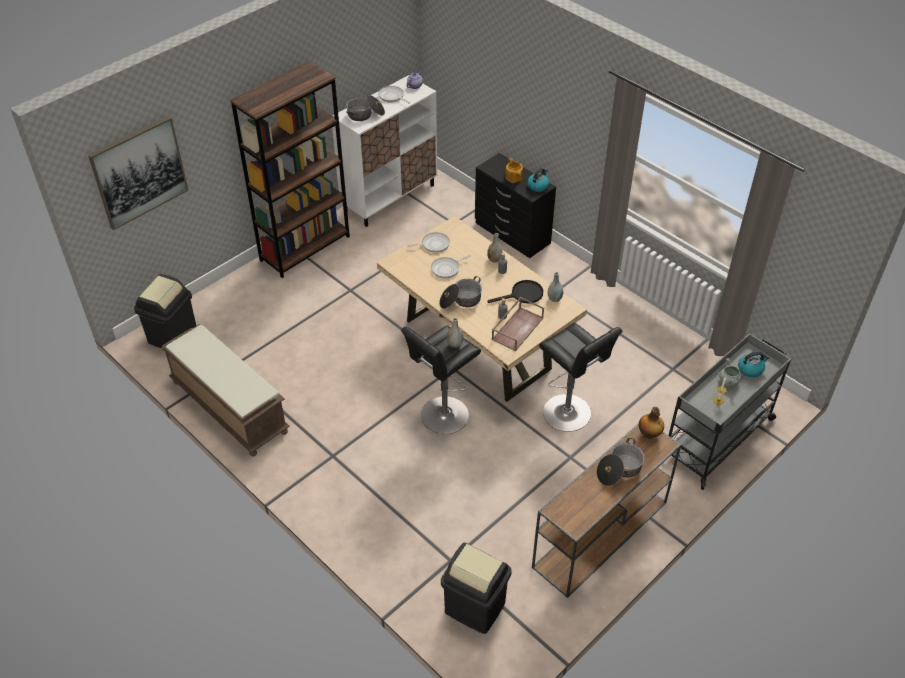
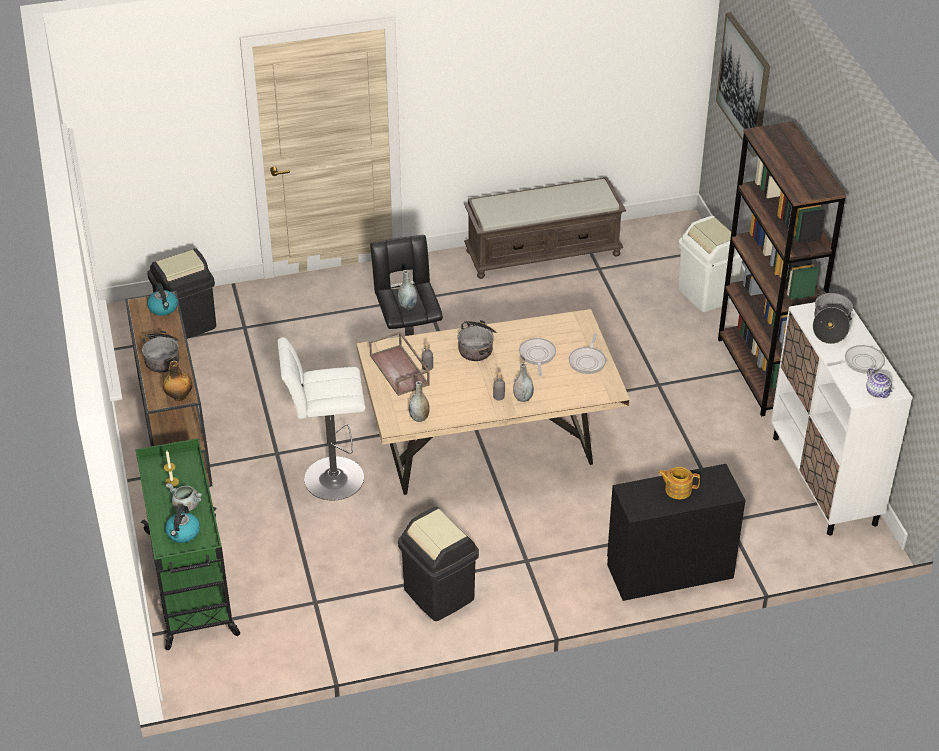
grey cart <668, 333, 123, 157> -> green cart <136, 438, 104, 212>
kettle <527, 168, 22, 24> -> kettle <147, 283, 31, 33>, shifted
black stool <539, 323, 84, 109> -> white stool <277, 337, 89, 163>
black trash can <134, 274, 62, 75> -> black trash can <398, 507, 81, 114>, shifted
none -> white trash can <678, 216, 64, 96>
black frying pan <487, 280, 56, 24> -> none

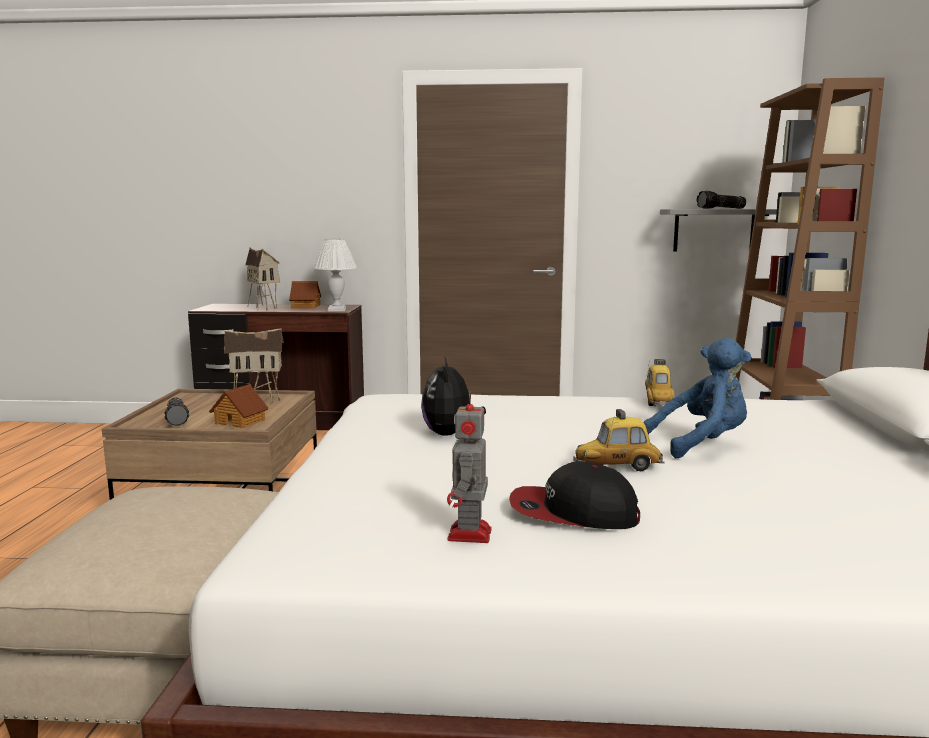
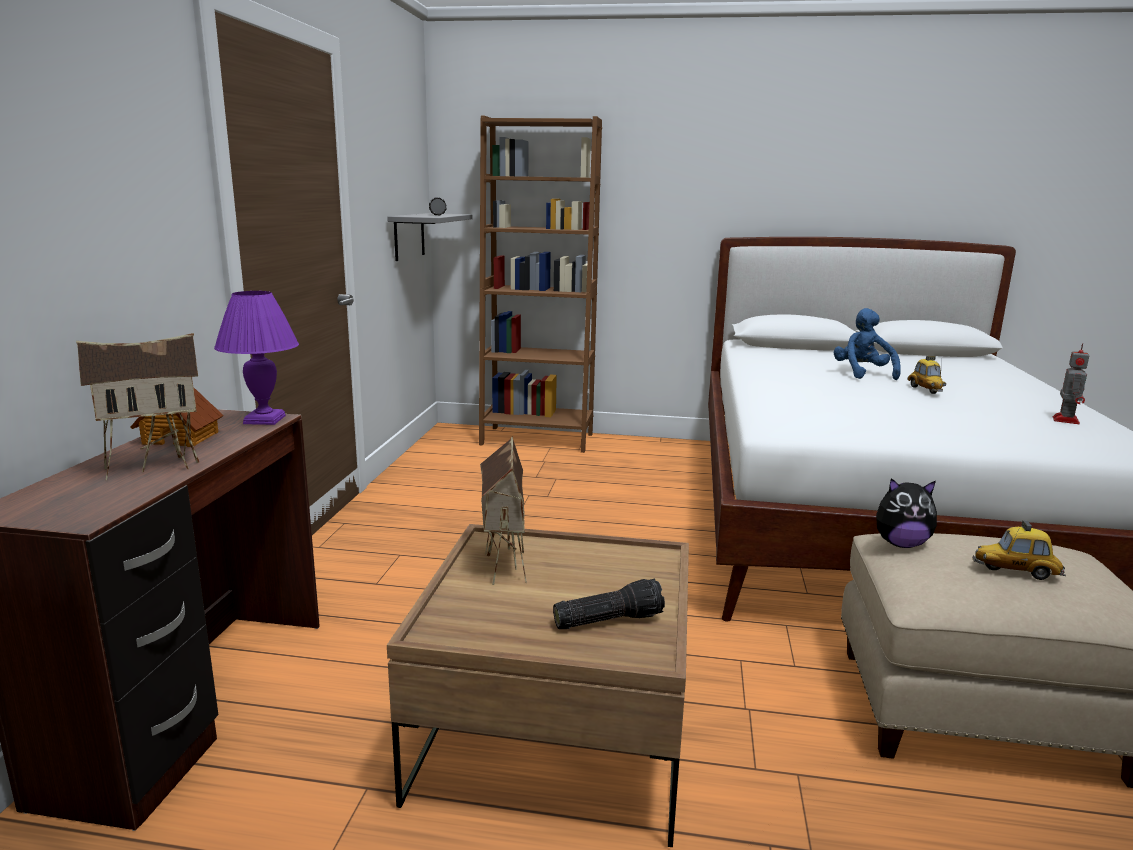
white table lamp <314, 239, 43, 72> -> purple table lamp <214, 291, 85, 134>
plush toy <421, 358, 65, 78> -> plush toy <876, 478, 61, 70>, shifted
toy car <645, 359, 29, 47> -> toy car <972, 520, 94, 60>, shifted
toy robot <447, 391, 45, 152> -> toy robot <1053, 343, 36, 81>, 75 degrees counterclockwise
toy house <209, 384, 60, 44> -> none
cap <509, 461, 131, 68> -> none

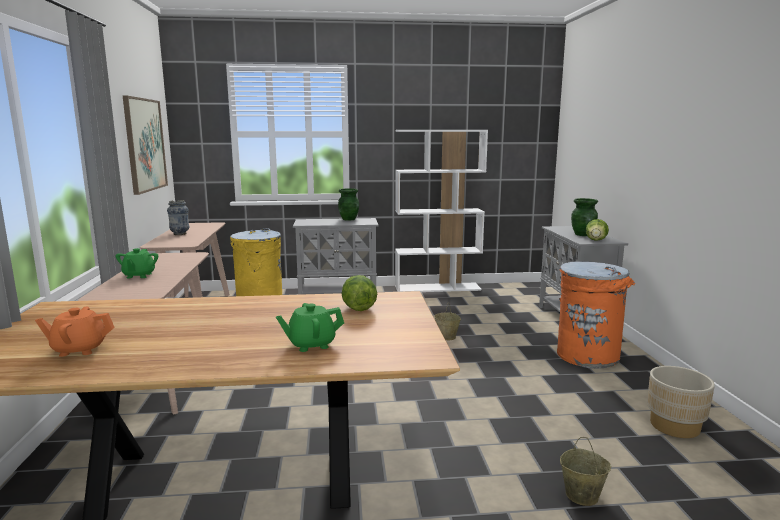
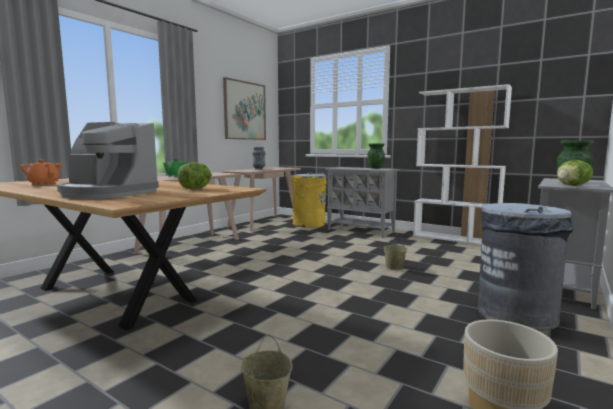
green teapot <276, 303, 68, 49> -> coffee machine <57, 122, 102, 77>
orange trash can <557, 261, 78, 108> -> grey trash can <477, 203, 96, 128>

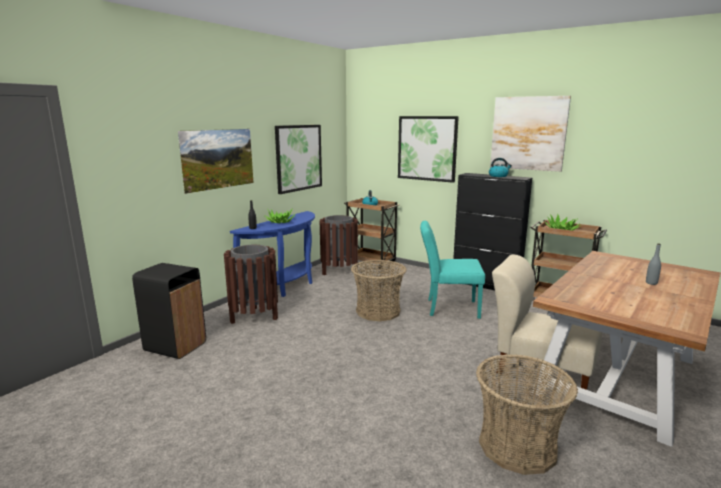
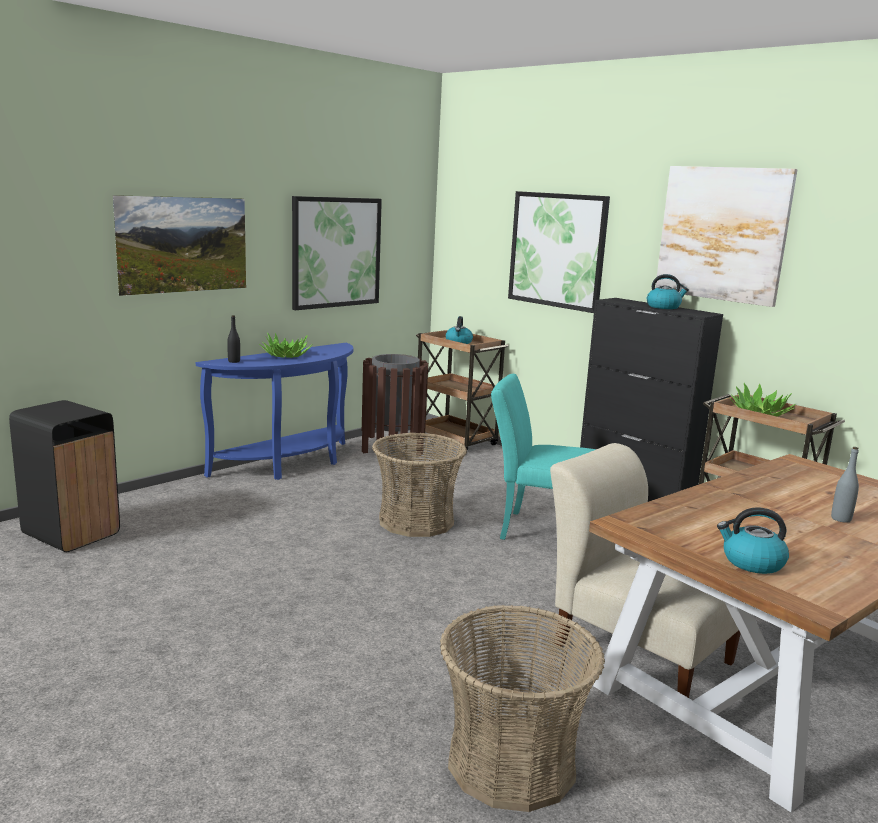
none -> kettle <717, 507, 72, 67>
brown trash can <224, 245, 54, 79> -> none

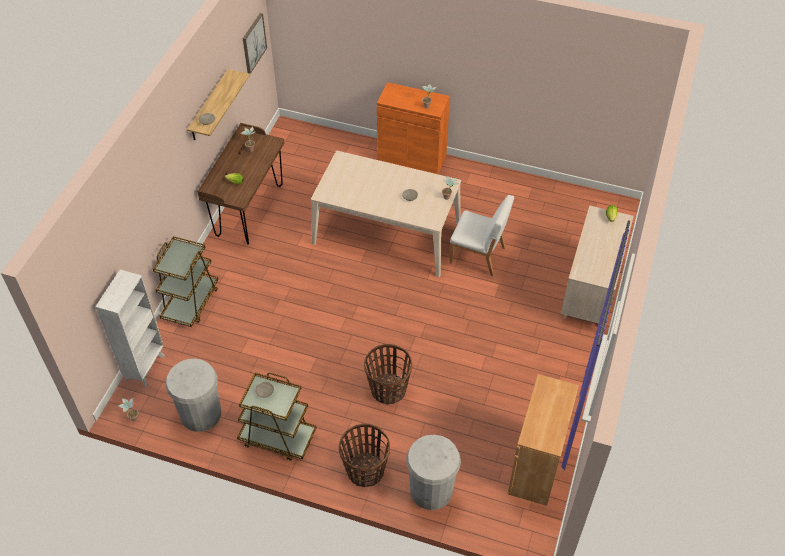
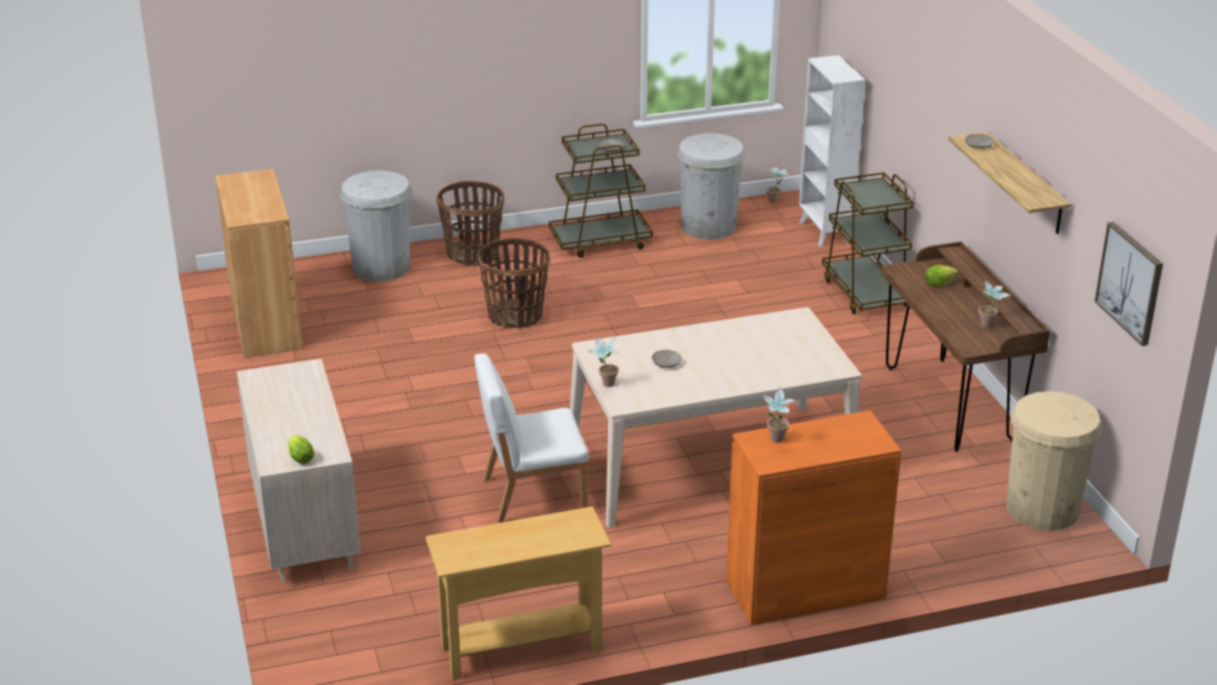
none -> beige console table <425, 506, 186, 174>
none -> beige trash can <1006, 391, 96, 140>

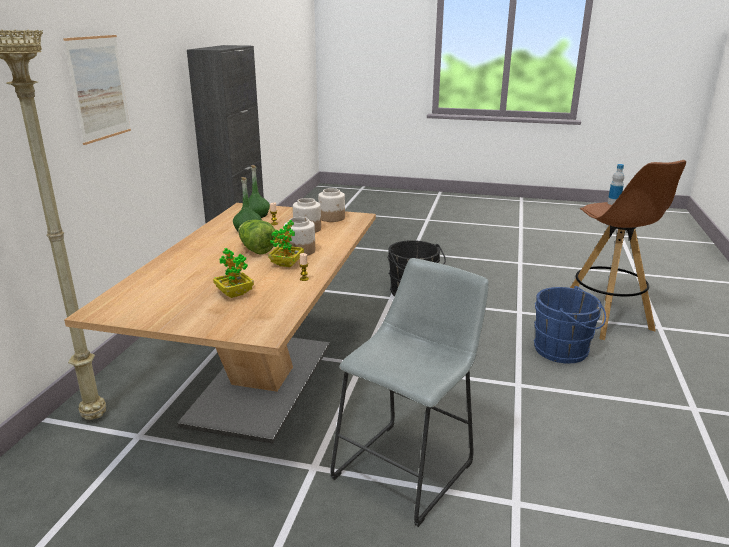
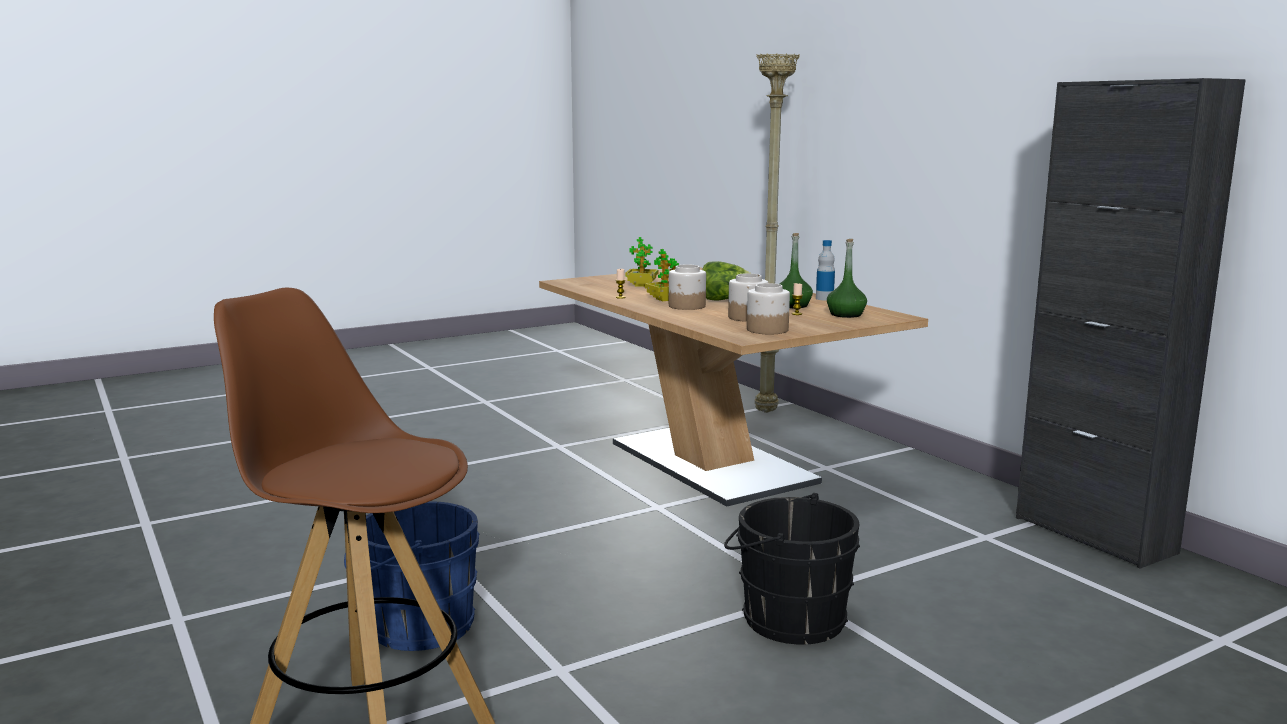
bottle <608, 164, 16, 41> -> bottle <816, 240, 19, 61>, shifted
picture <63, 35, 68, 110> -> none
grey stool <330, 258, 159, 269> -> none

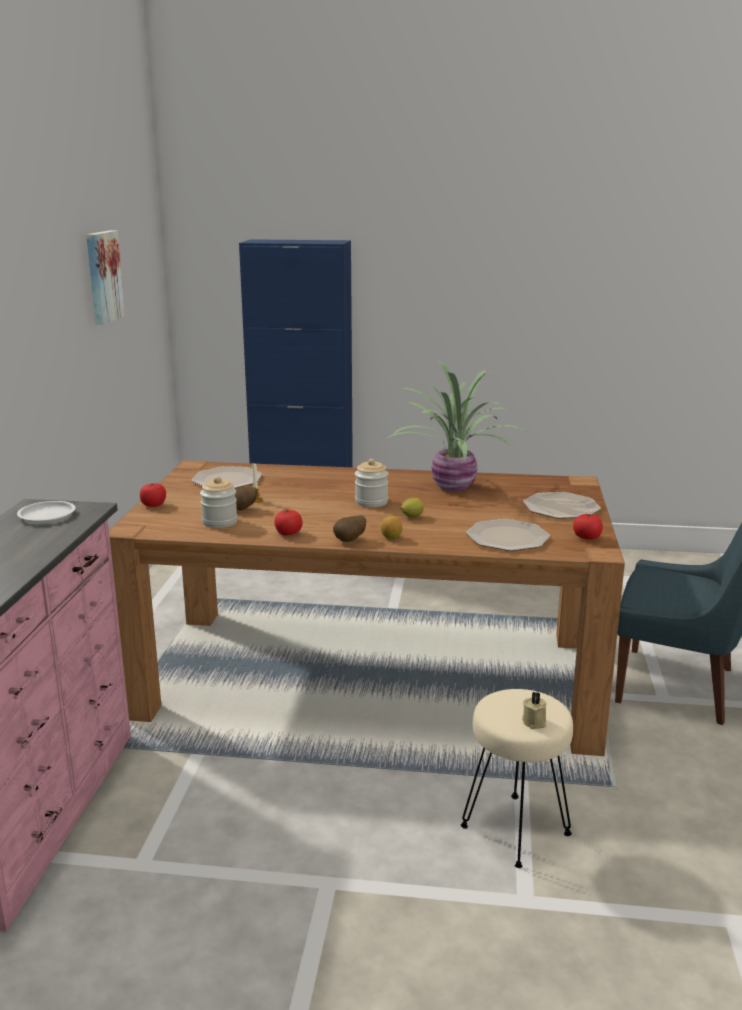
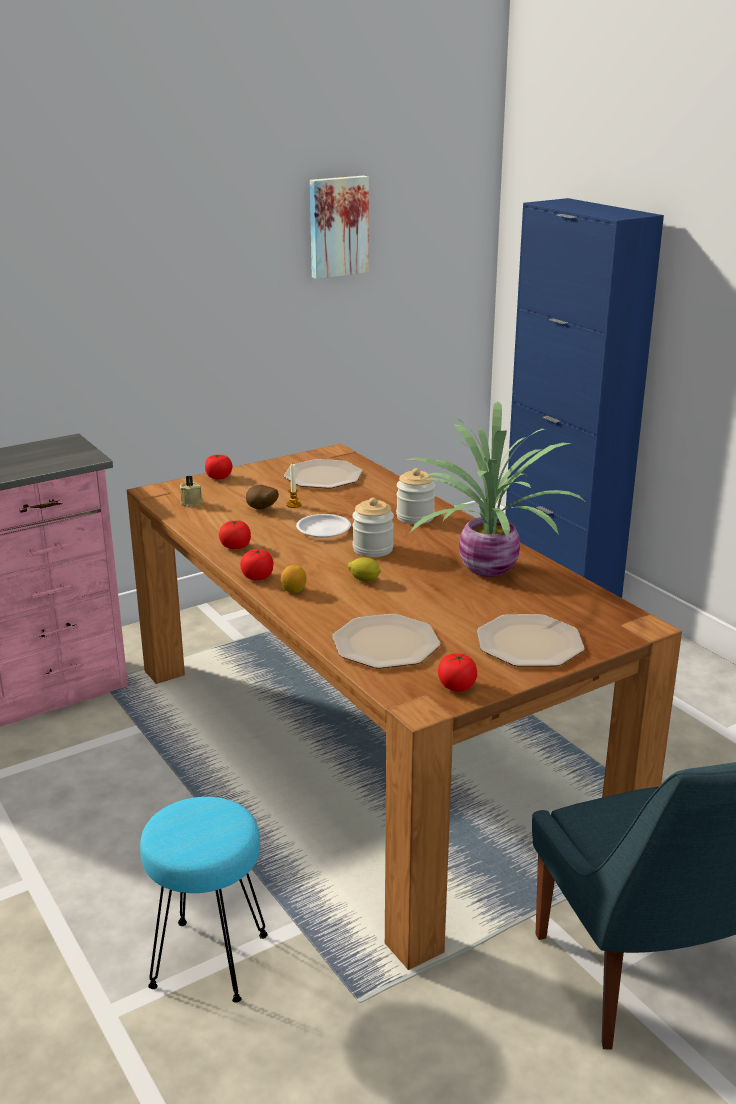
beige stool <461, 689, 112, 179> -> turquoise stool <140, 797, 128, 206>
beige candle <522, 692, 25, 37> -> beige candle <180, 476, 24, 32>, shifted
potato <333, 516, 33, 26> -> tomato <240, 549, 33, 31>
white plate <17, 501, 59, 22> -> white plate <296, 514, 55, 24>, shifted
jar <200, 476, 38, 52> -> jar <396, 468, 40, 56>, shifted

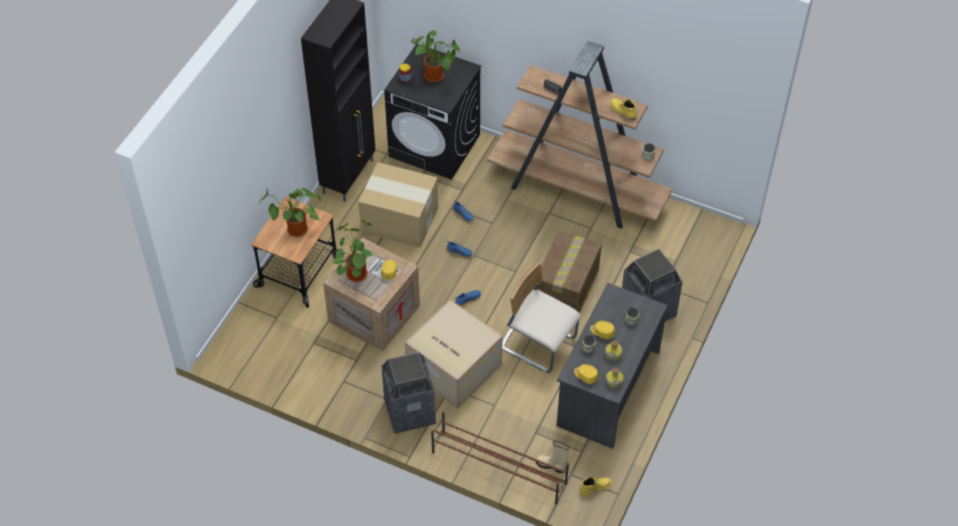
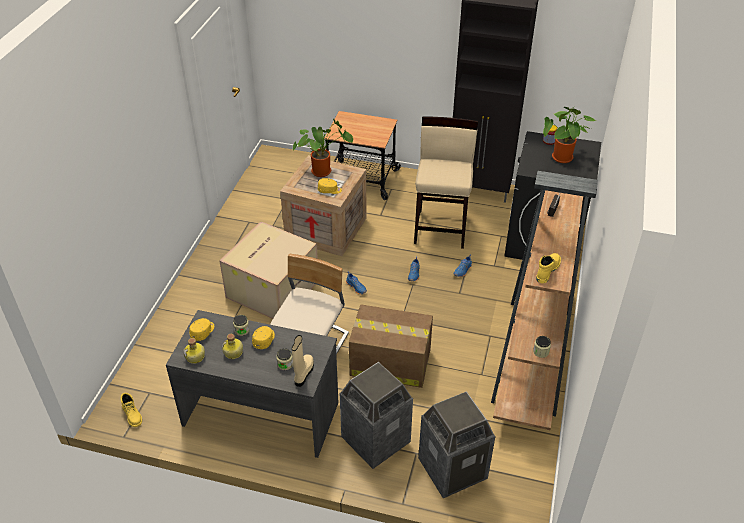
beige boot <536, 441, 33, 32> -> beige boot <292, 335, 22, 52>, shifted
cardboard box <358, 162, 80, 86> -> beige stool <414, 117, 64, 132>
trash can <381, 352, 55, 82> -> trash can <418, 391, 78, 107>, shifted
potted plant <259, 188, 63, 49> -> none
brown shoe rack <431, 412, 138, 93> -> none

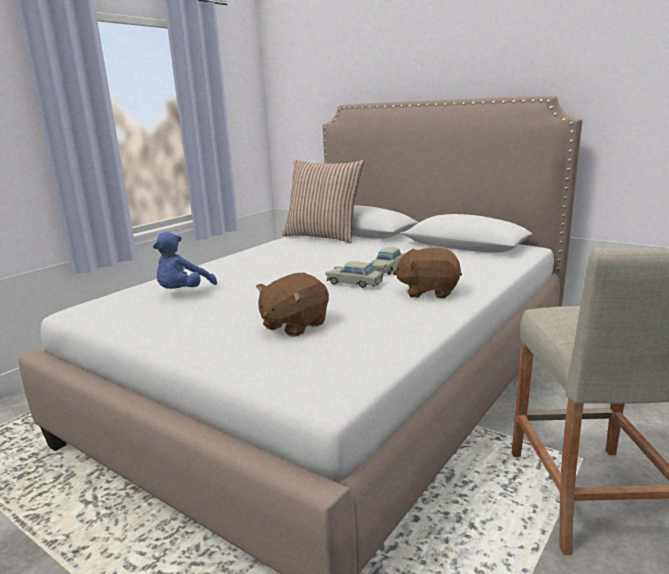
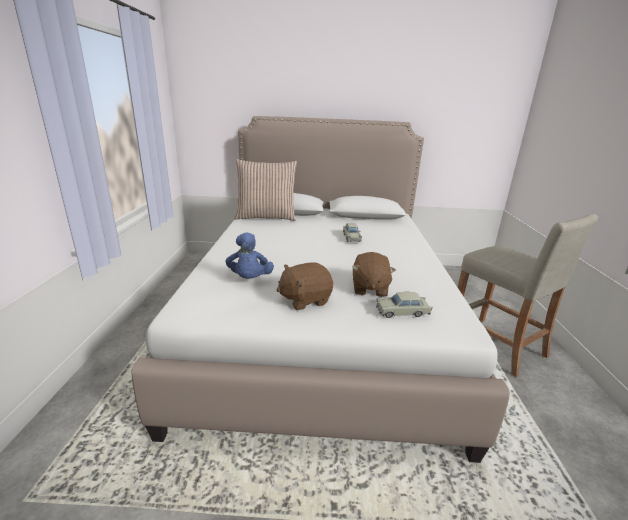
brown plush toy <393, 248, 69, 50> -> brown plush toy <276, 262, 57, 48>, shifted
beige toy car <326, 261, 57, 27> -> beige toy car <376, 292, 56, 26>, shifted

